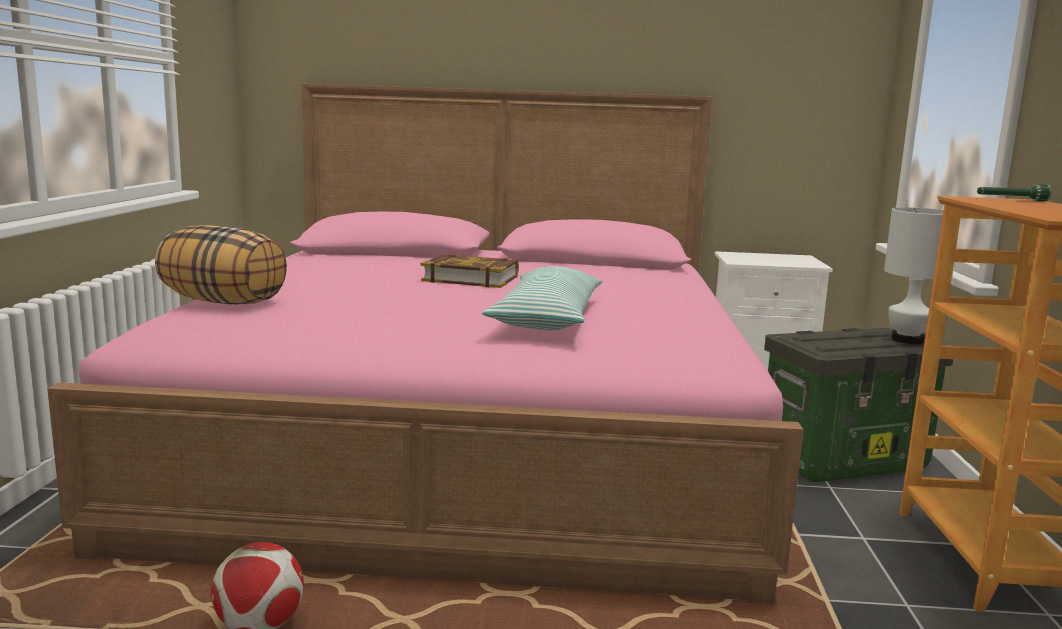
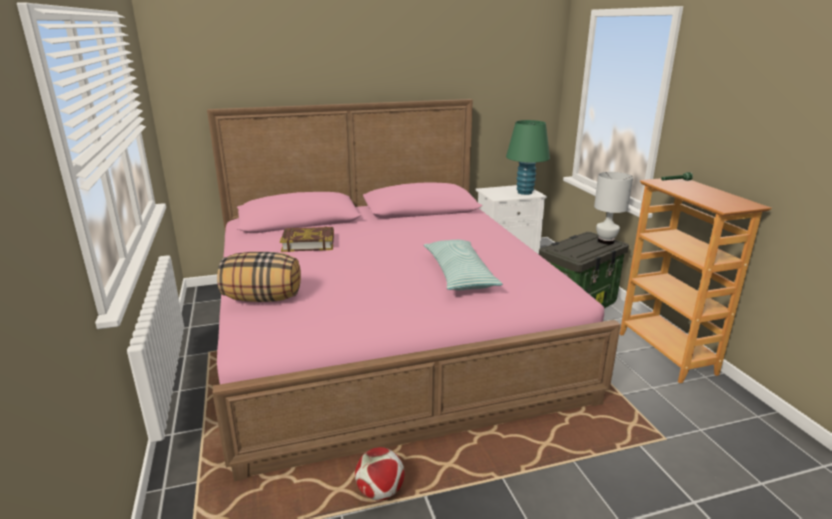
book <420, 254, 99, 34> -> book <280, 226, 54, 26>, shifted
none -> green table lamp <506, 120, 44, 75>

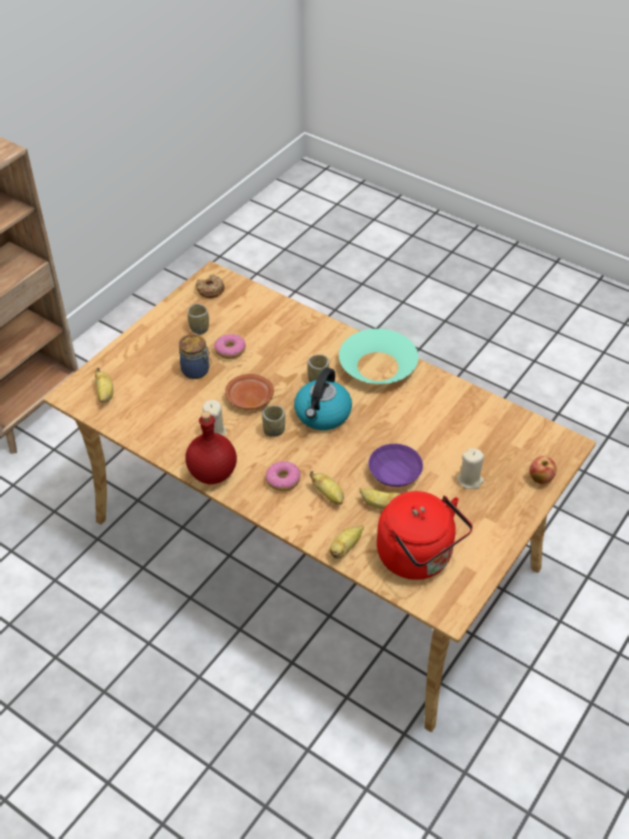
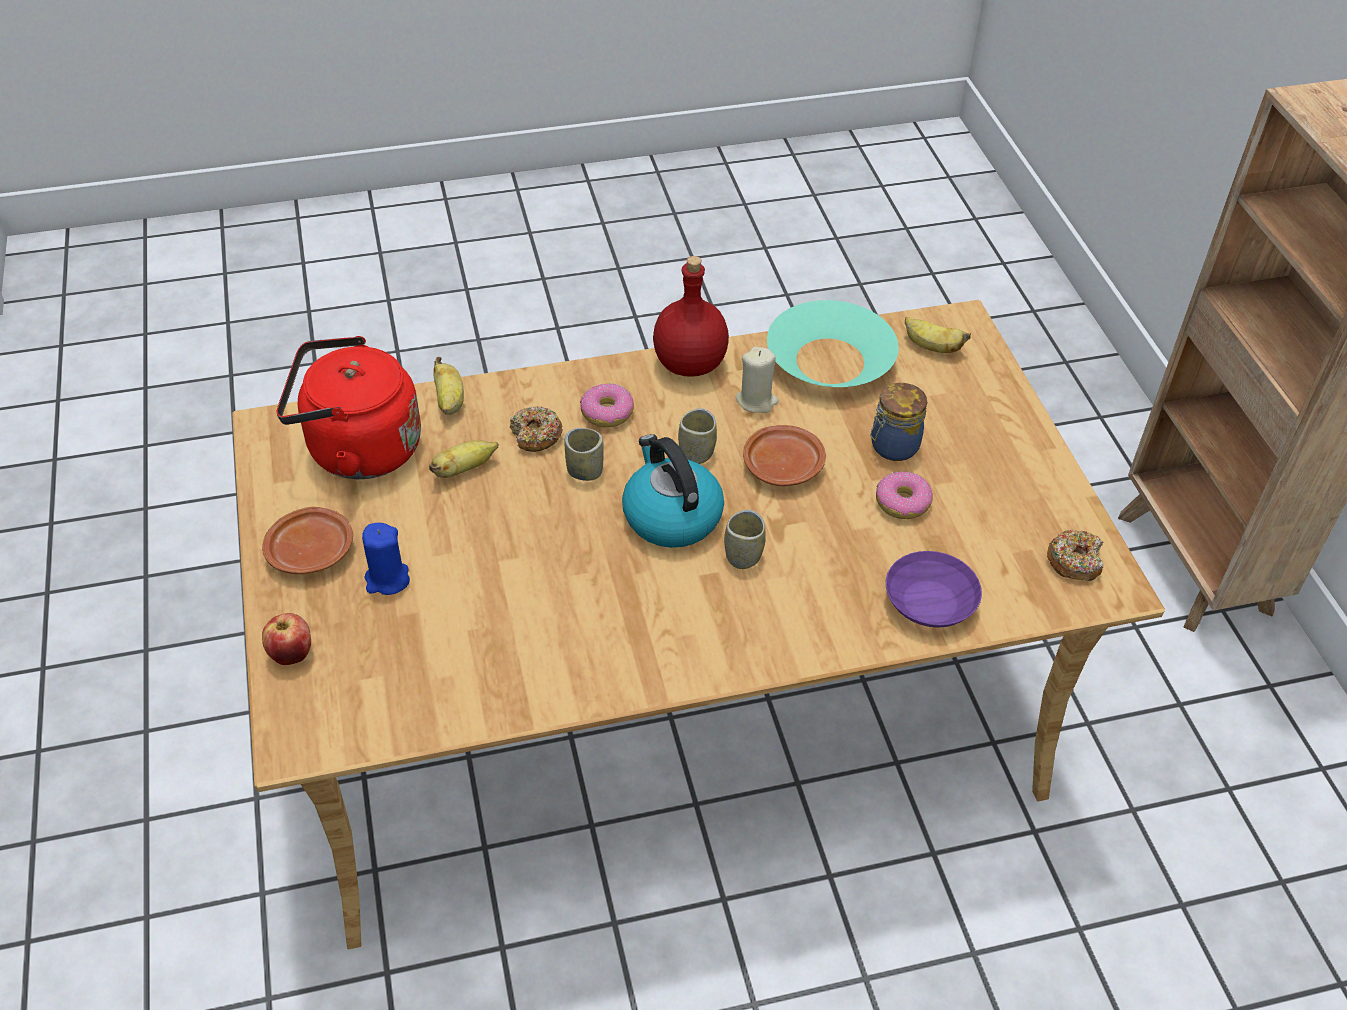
none -> brown plate <262, 507, 91, 67>
beige candle <456, 448, 28, 41> -> blue candle <362, 523, 48, 72>
banana <310, 471, 34, 33> -> donut <510, 407, 53, 45>
cup <188, 304, 21, 30> -> cup <564, 428, 40, 53>, shifted
turquoise bowl <339, 329, 79, 55> -> turquoise bowl <767, 300, 132, 87>, shifted
purple bowl <368, 444, 55, 43> -> purple bowl <886, 551, 96, 77>, shifted

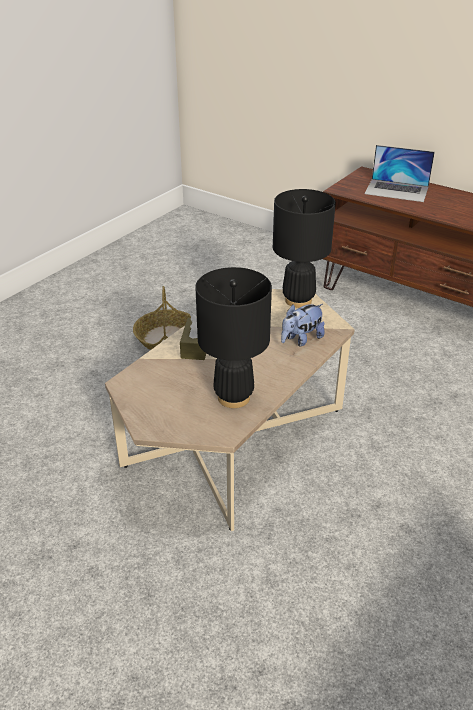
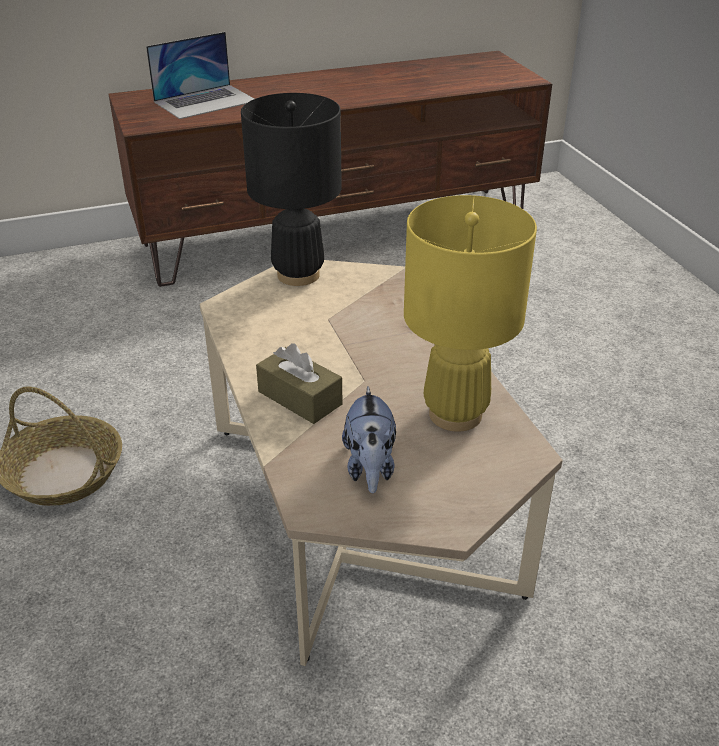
plush toy <281, 304, 44, 42> -> plush toy <342, 387, 54, 106>, shifted
black table lamp <195, 267, 77, 141> -> yellow table lamp <404, 195, 133, 237>

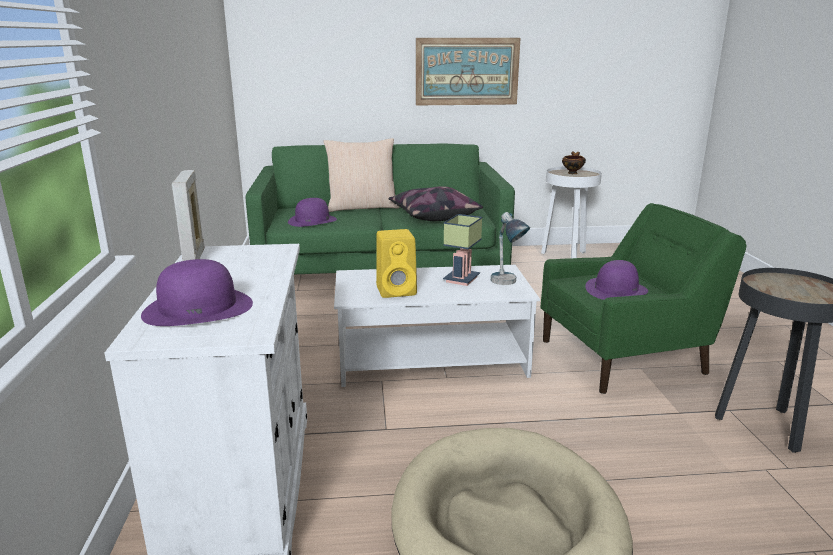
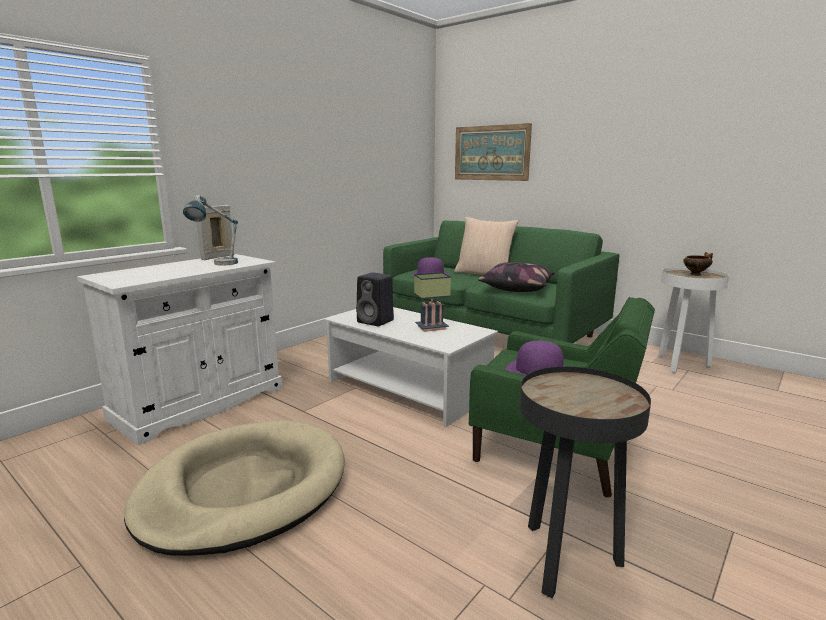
table lamp <491, 212, 39, 73> -> table lamp <183, 195, 55, 71>, shifted
yellow speaker <376, 229, 41, 69> -> black speaker <356, 273, 38, 53>
picture <416, 38, 104, 67> -> picture <455, 123, 77, 58>, shifted
purple hat <141, 259, 112, 67> -> none

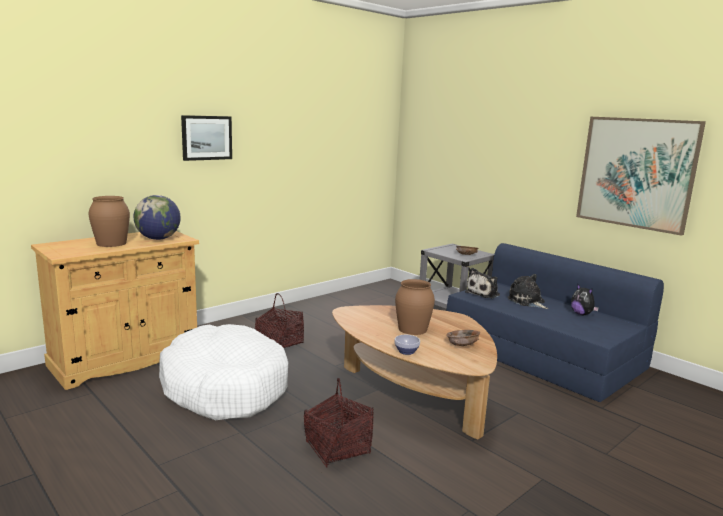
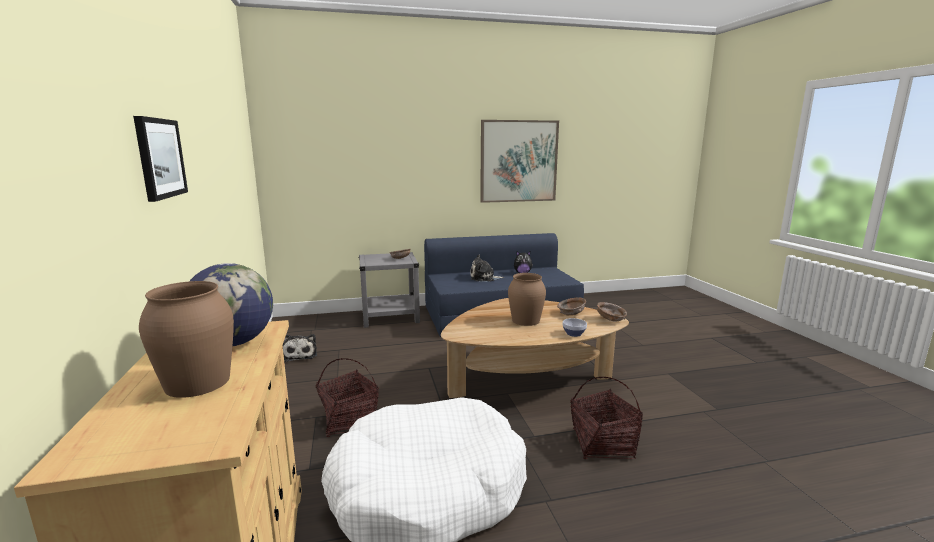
plush toy <465, 268, 35, 30> -> plush toy <283, 334, 34, 28>, shifted
none -> brown bowl <596, 302, 31, 20>

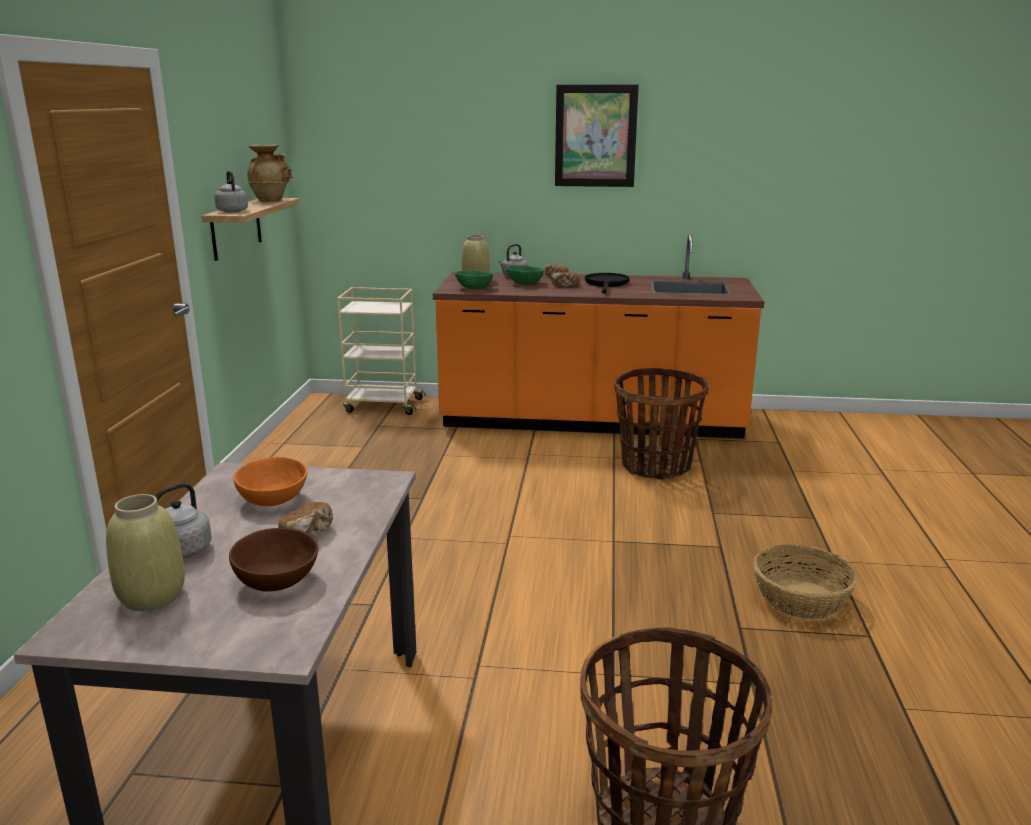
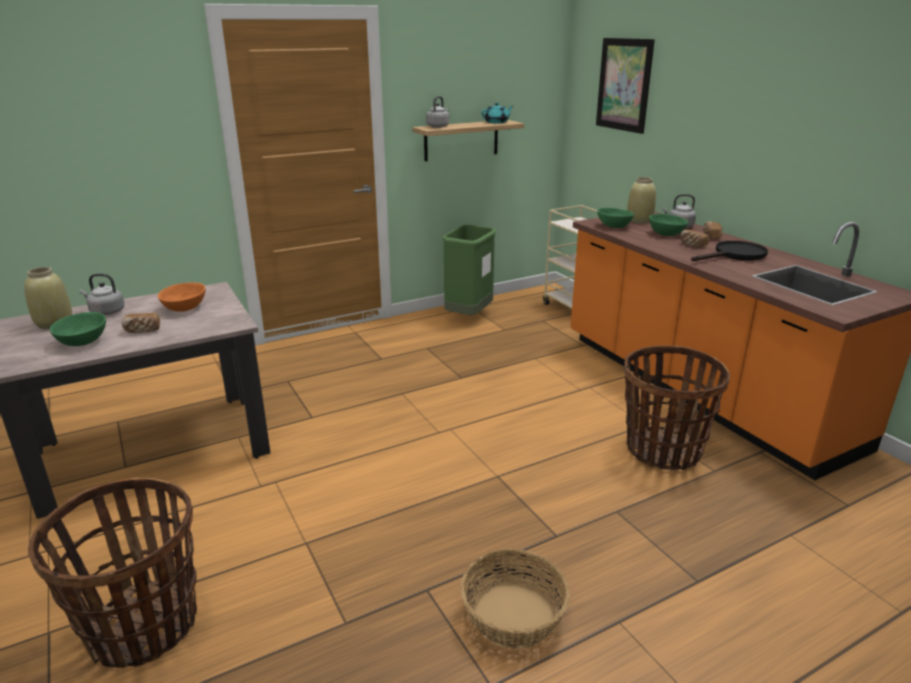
brown bowl <229, 528, 90, 64> -> green bowl <50, 312, 56, 34>
none -> green trash can <442, 225, 54, 90>
beige vase <247, 144, 46, 58> -> turquoise teapot <481, 103, 32, 21>
picture <555, 85, 84, 102> -> picture <596, 38, 59, 96>, shifted

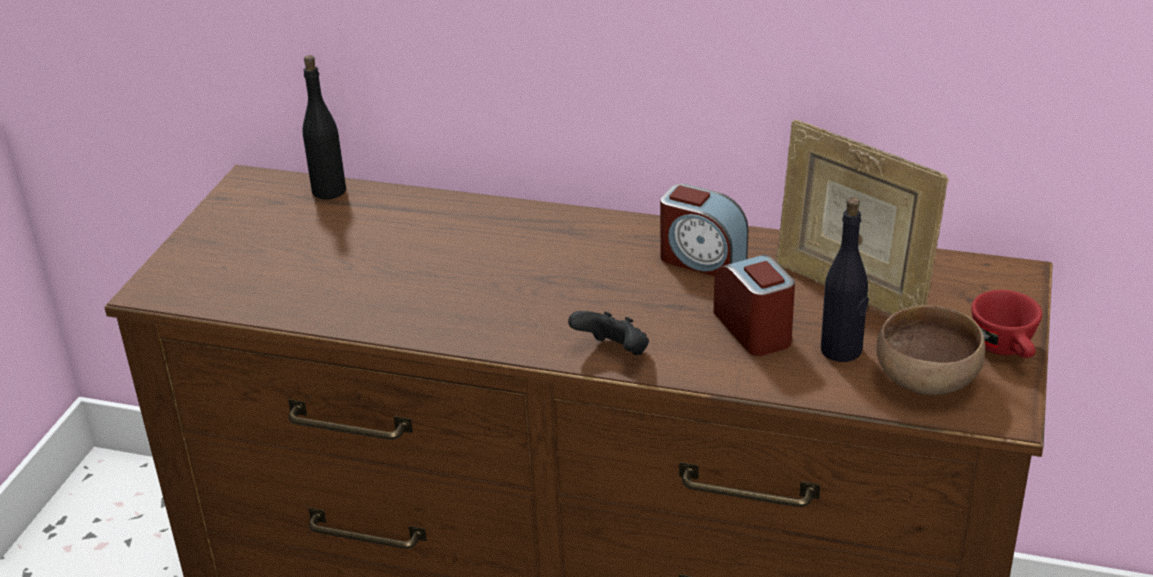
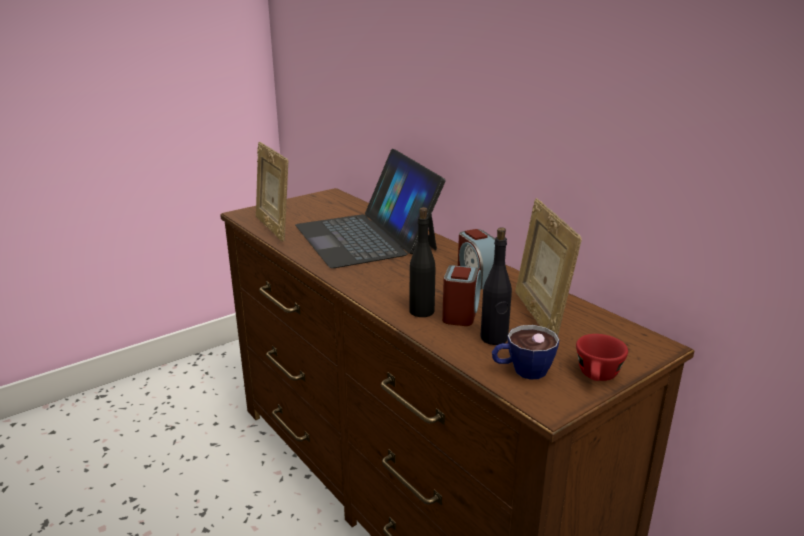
none -> picture frame <256, 142, 32, 99>
none -> laptop <295, 149, 151, 119>
black bottle <302, 55, 44, 145> -> black bottle <409, 207, 27, 110>, shifted
brown bowl <876, 305, 109, 90> -> cup <492, 325, 67, 55>
black game controller <568, 311, 81, 44> -> none

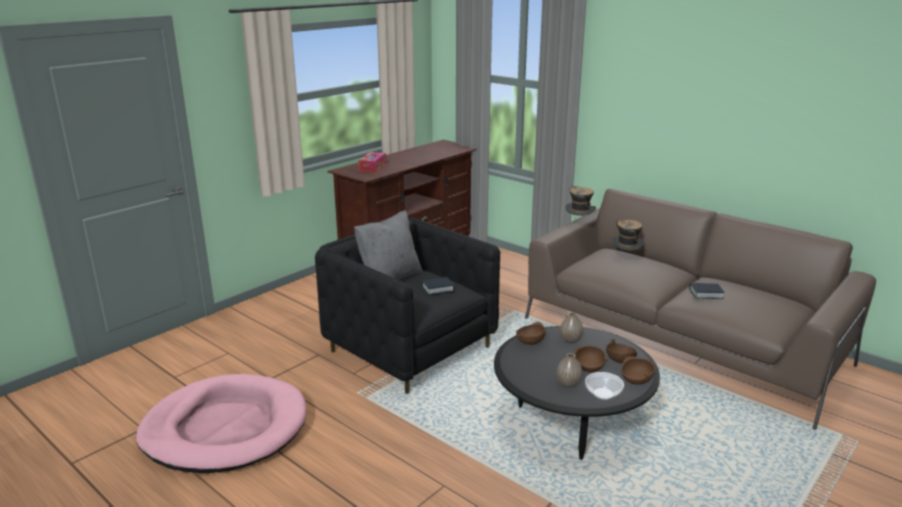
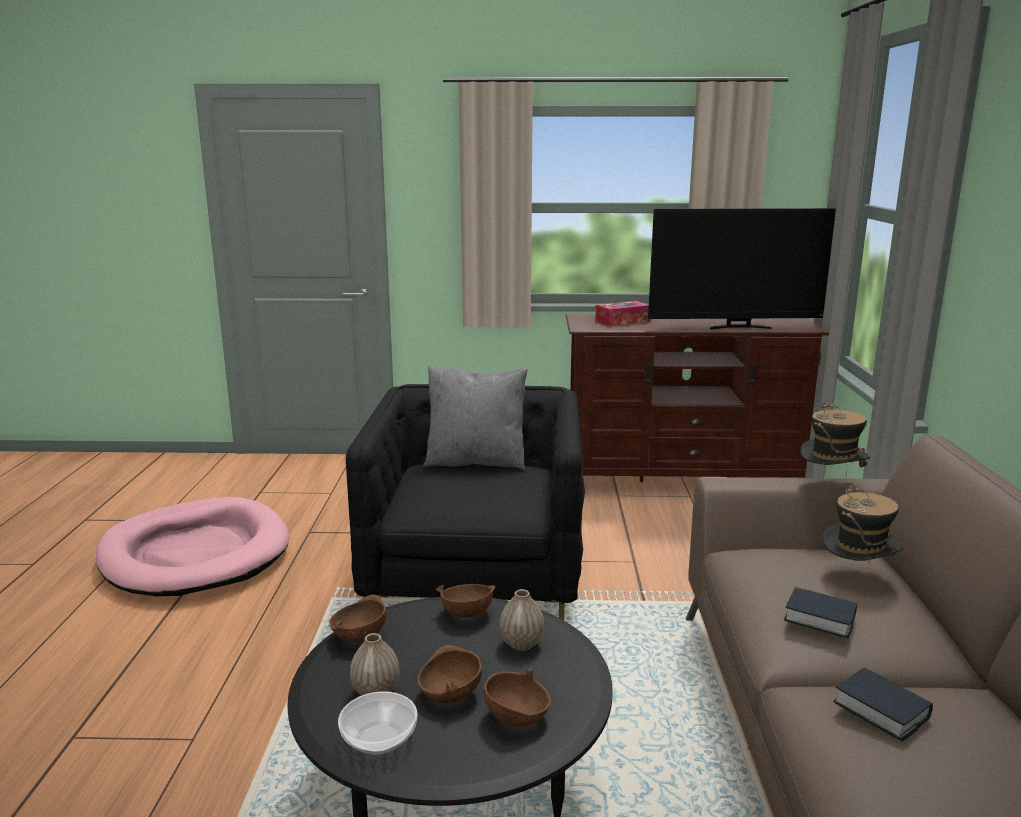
brown bowl <621, 357, 34, 28> -> brown bowl <329, 594, 58, 48>, shifted
none -> television <648, 208, 188, 121>
book <422, 277, 32, 18> -> book <784, 587, 73, 51>, shifted

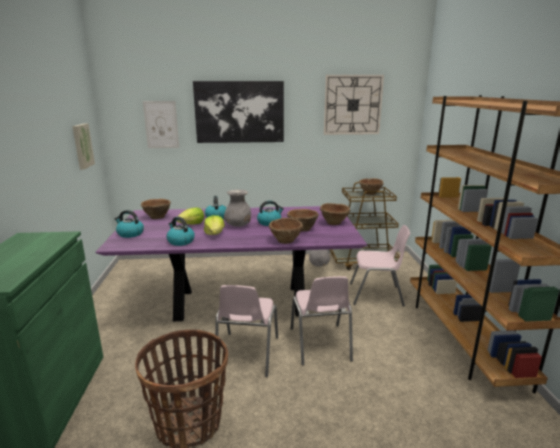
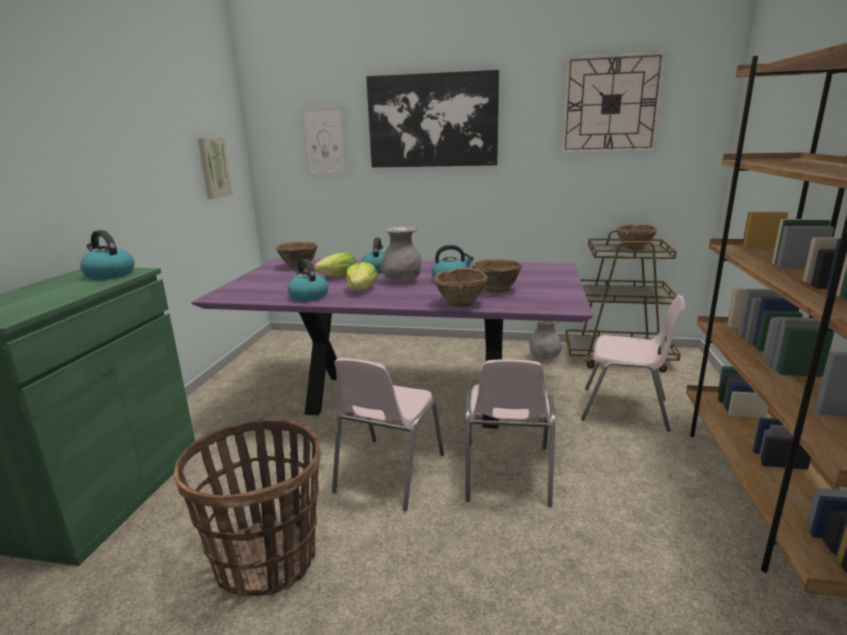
kettle <115, 210, 29, 28> -> kettle <80, 230, 54, 50>, shifted
brown bowl <320, 203, 31, 22> -> none

